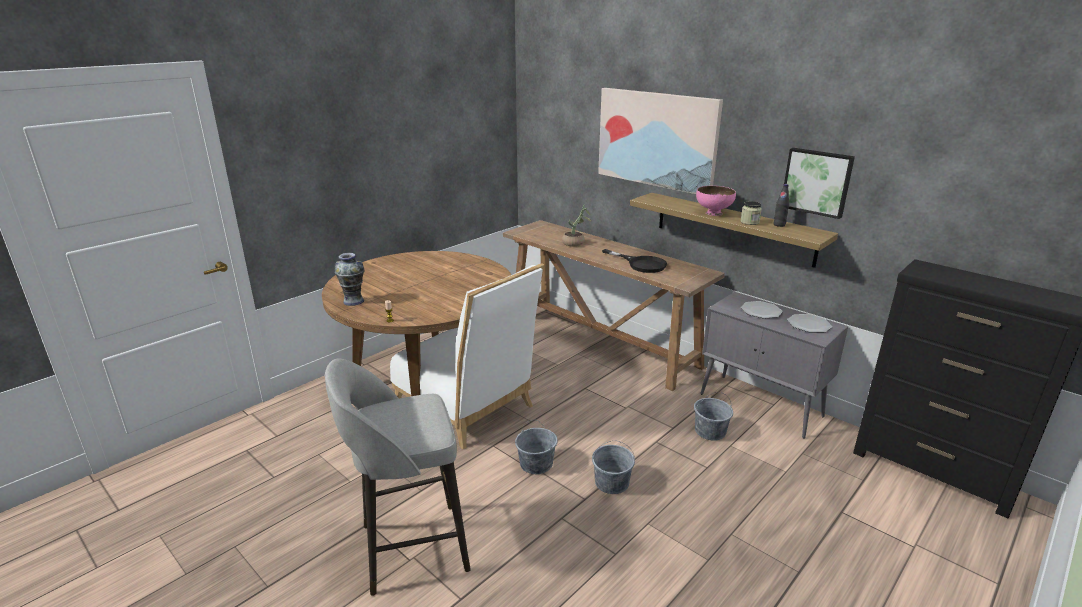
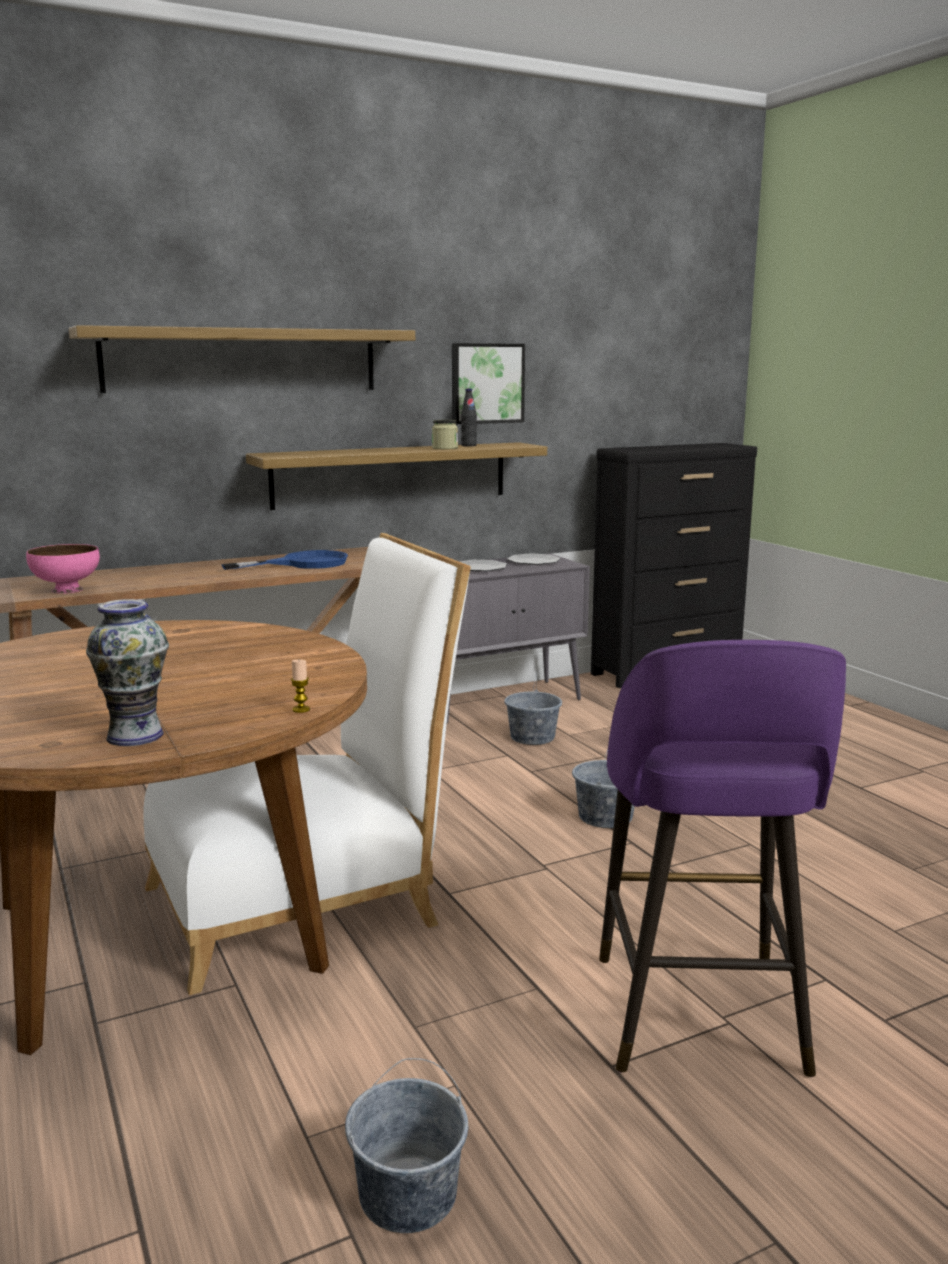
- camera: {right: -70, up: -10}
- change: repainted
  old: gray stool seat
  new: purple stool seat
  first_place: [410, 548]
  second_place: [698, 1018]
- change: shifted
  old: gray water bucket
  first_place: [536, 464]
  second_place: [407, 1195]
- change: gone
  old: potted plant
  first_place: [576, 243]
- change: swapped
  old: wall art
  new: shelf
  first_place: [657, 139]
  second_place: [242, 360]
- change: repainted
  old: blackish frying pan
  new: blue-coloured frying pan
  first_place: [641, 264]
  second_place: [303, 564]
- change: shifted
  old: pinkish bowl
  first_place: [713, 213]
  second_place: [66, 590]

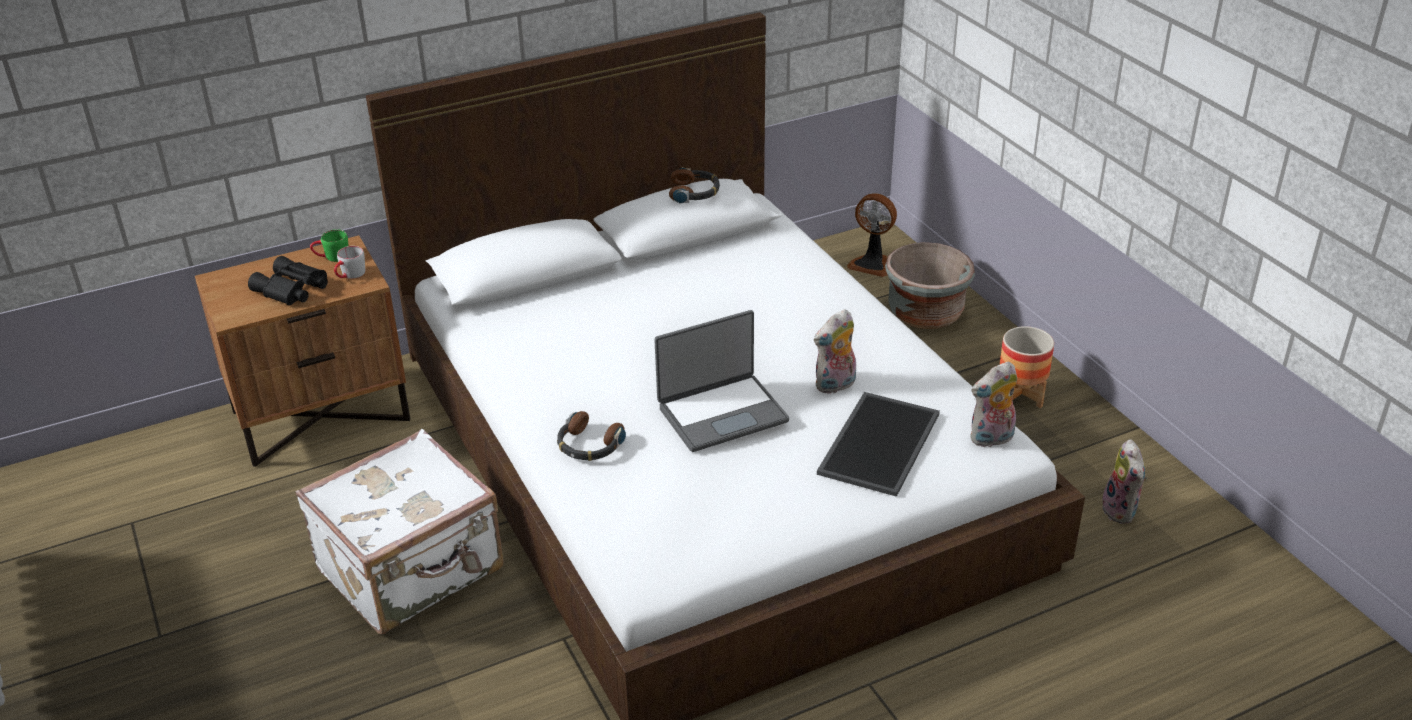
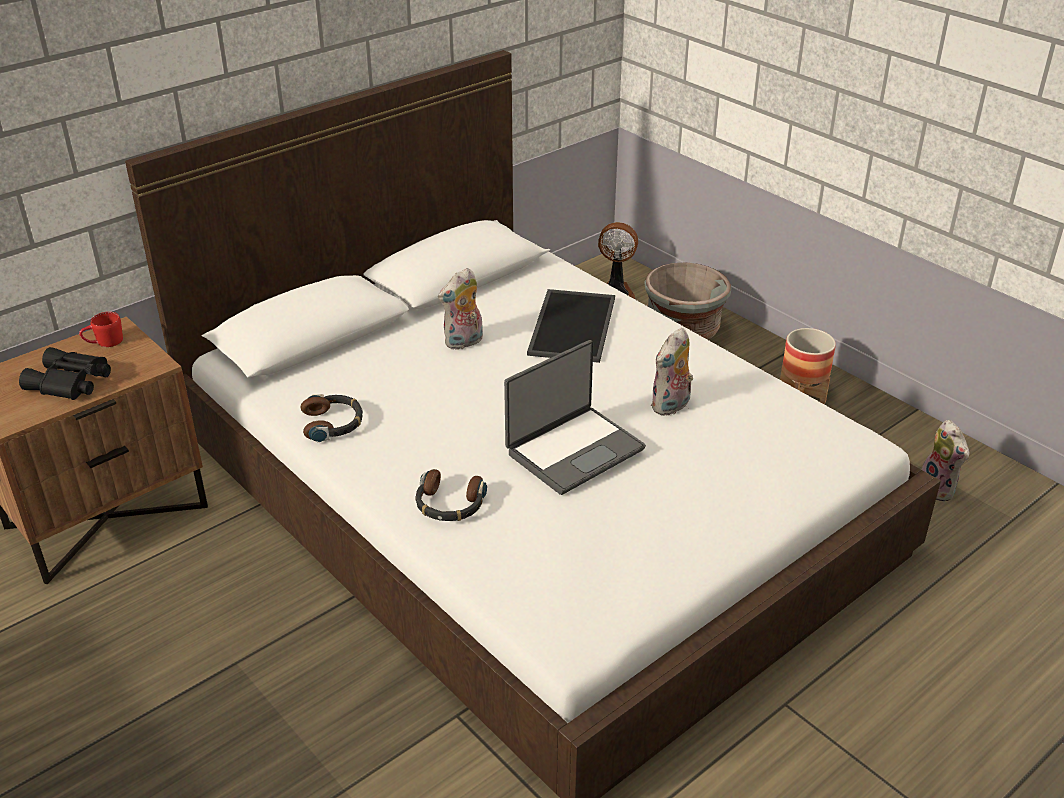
- camera: {right: -15, up: 0}
- change: gone
  old: white piece of luggage
  first_place: [413, 570]
- change: repainted
  old: greenish tea mug
  new: red tea mug
  first_place: [332, 257]
  second_place: [104, 342]
- change: gone
  old: gray tea mug
  first_place: [350, 275]
- change: shifted
  old: pair of headphones
  first_place: [694, 192]
  second_place: [333, 423]
- change: shifted
  old: tray
  first_place: [877, 442]
  second_place: [570, 325]
- change: shifted
  old: plush toy
  first_place: [991, 439]
  second_place: [464, 342]

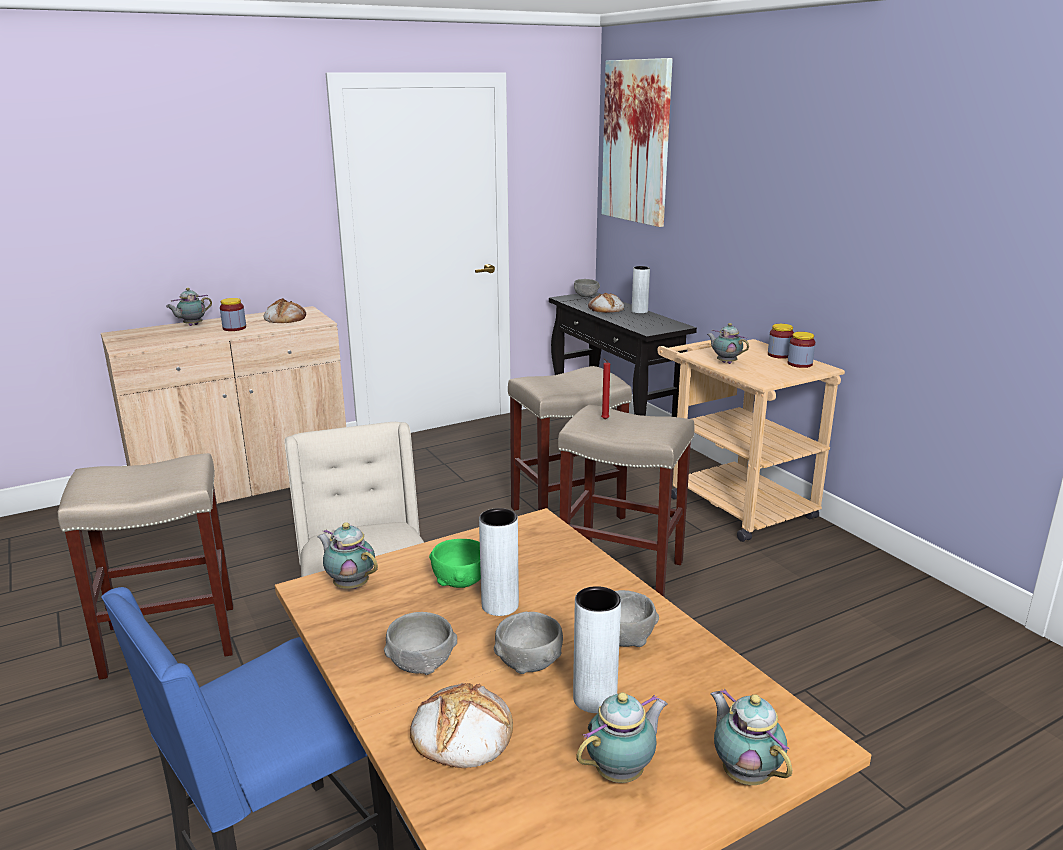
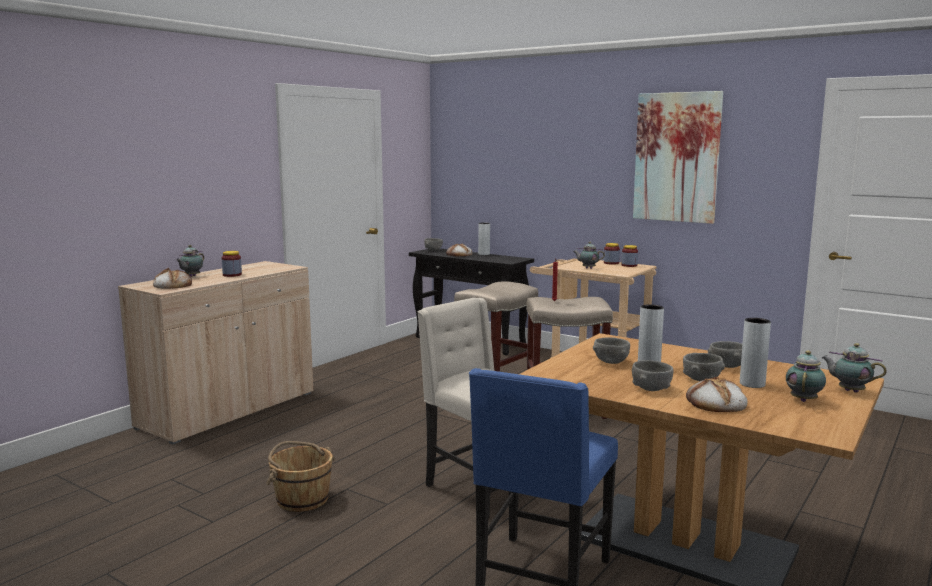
- camera: {right: -25, up: -10}
- change: swapped
  old: sand-coloured stool seat
  new: brownish water bucket
  first_place: [172, 639]
  second_place: [302, 499]
- change: shifted
  old: bakery bread
  first_place: [285, 318]
  second_place: [172, 285]
- change: gone
  old: pot for tea
  first_place: [350, 585]
- change: repainted
  old: greenish bowl
  new: gray bowl
  first_place: [460, 581]
  second_place: [610, 362]
- change: shifted
  old: wall art
  first_place: [636, 142]
  second_place: [676, 157]

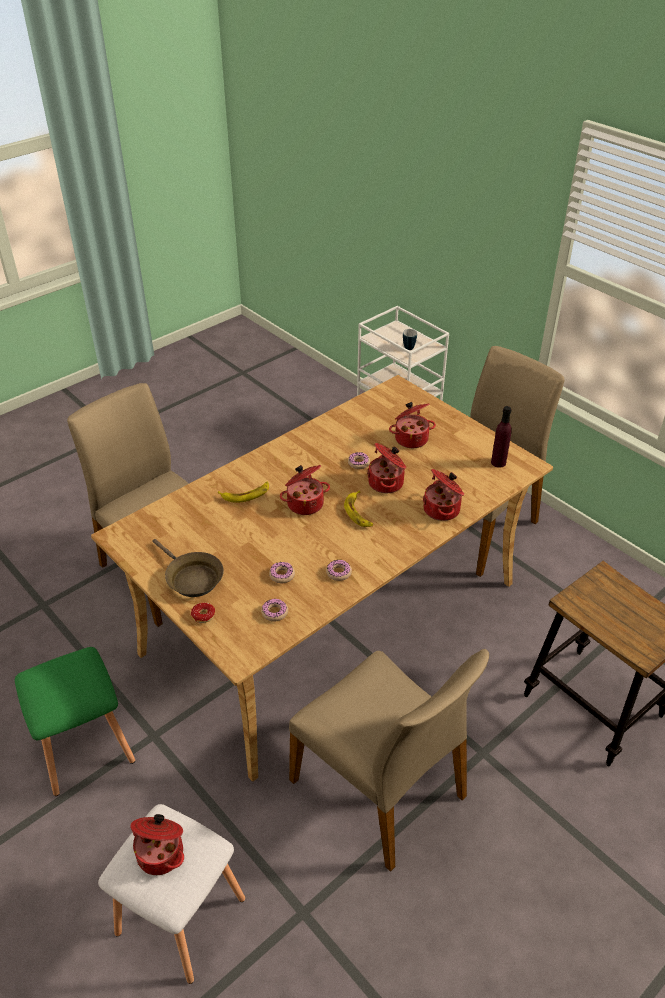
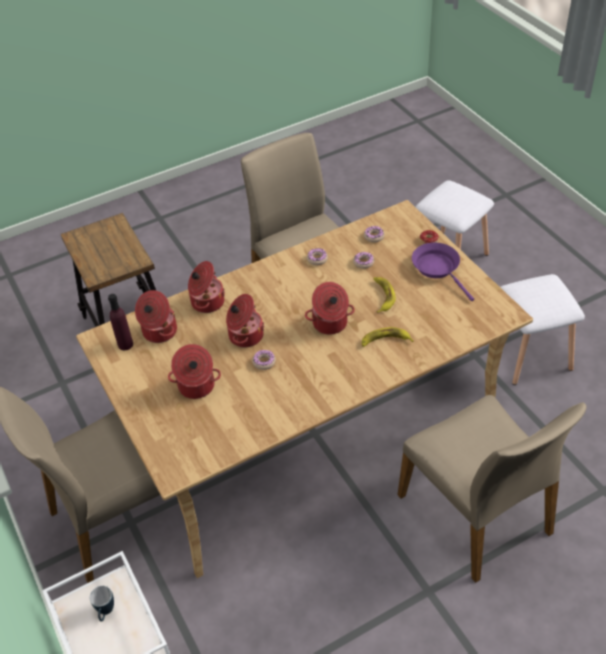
- camera: {right: -165, up: 5}
- change: repainted
  old: greenish stool seat
  new: white stool seat
  first_place: [83, 746]
  second_place: [530, 355]
- change: shifted
  old: saucepot
  first_place: [161, 852]
  second_place: [159, 332]
- change: repainted
  old: brownish frying pan
  new: purple frying pan
  first_place: [191, 578]
  second_place: [438, 268]
- change: shifted
  old: whole banana
  first_place: [358, 512]
  second_place: [382, 296]

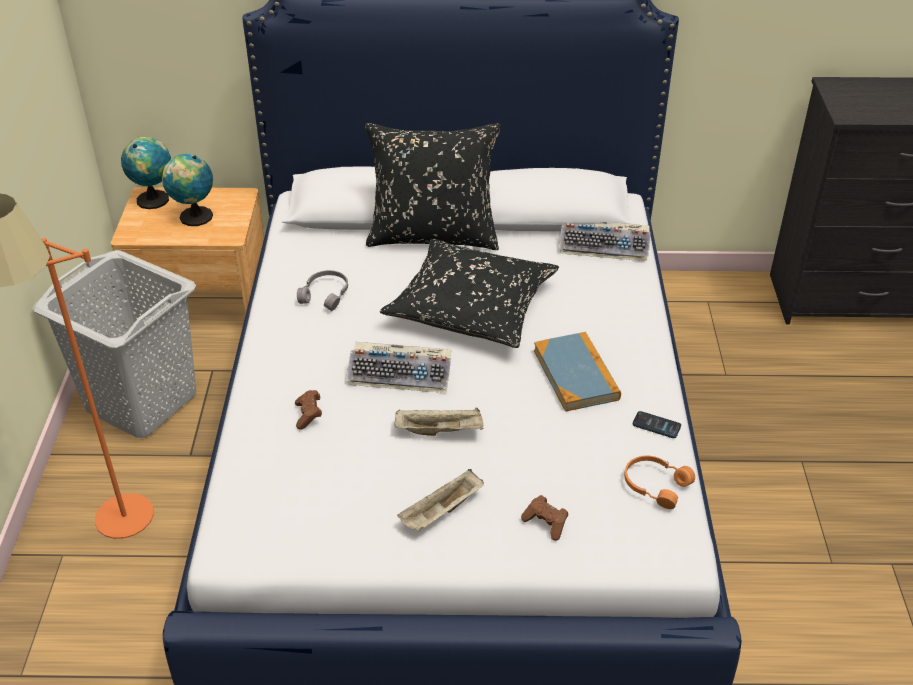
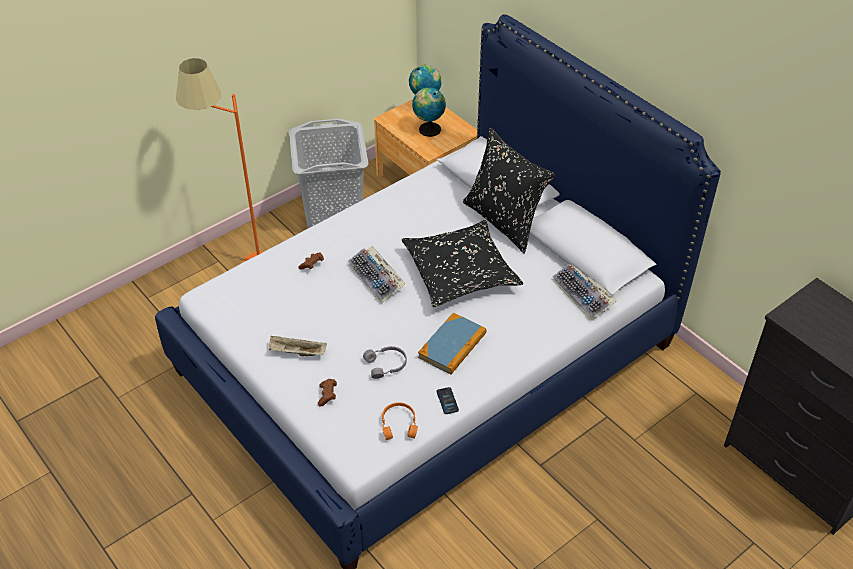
- camera: {right: 50, up: 5}
- change: shifted
  old: gray pair of headphones
  first_place: [326, 295]
  second_place: [386, 365]
- change: gone
  old: sand-coloured tray
  first_place: [440, 430]

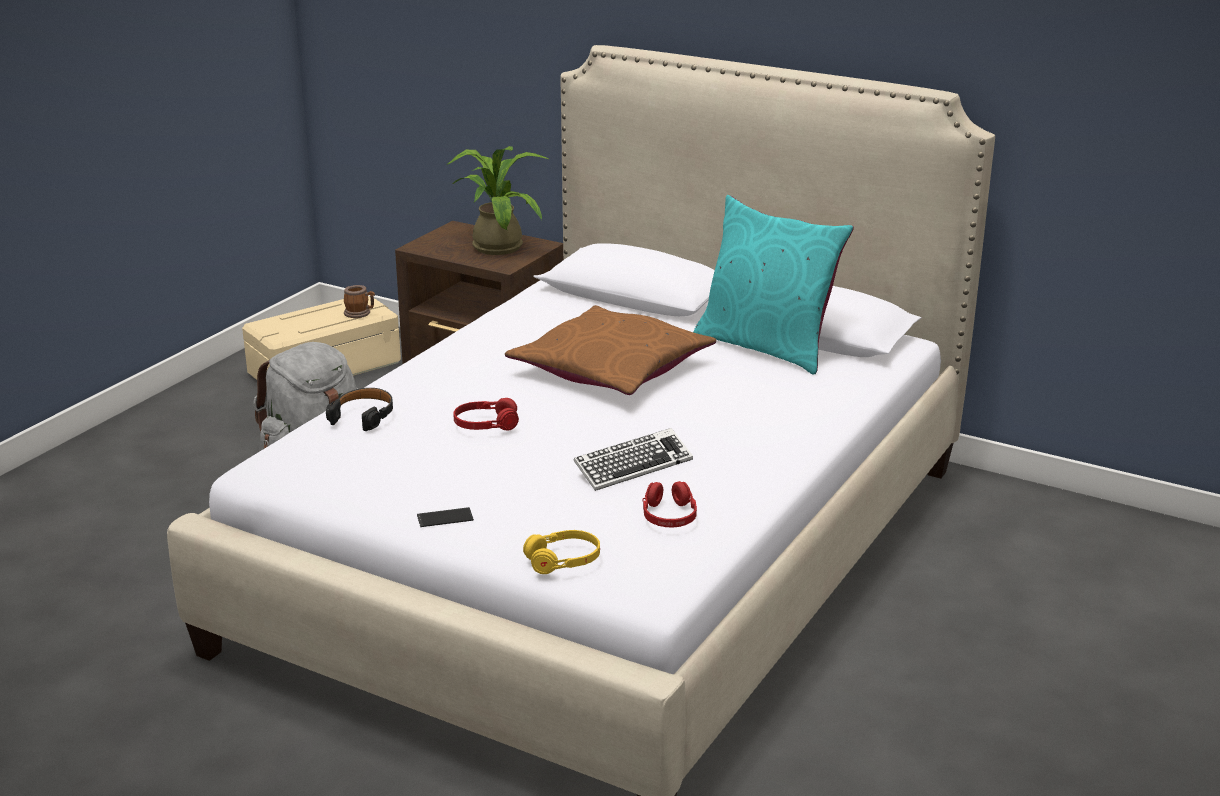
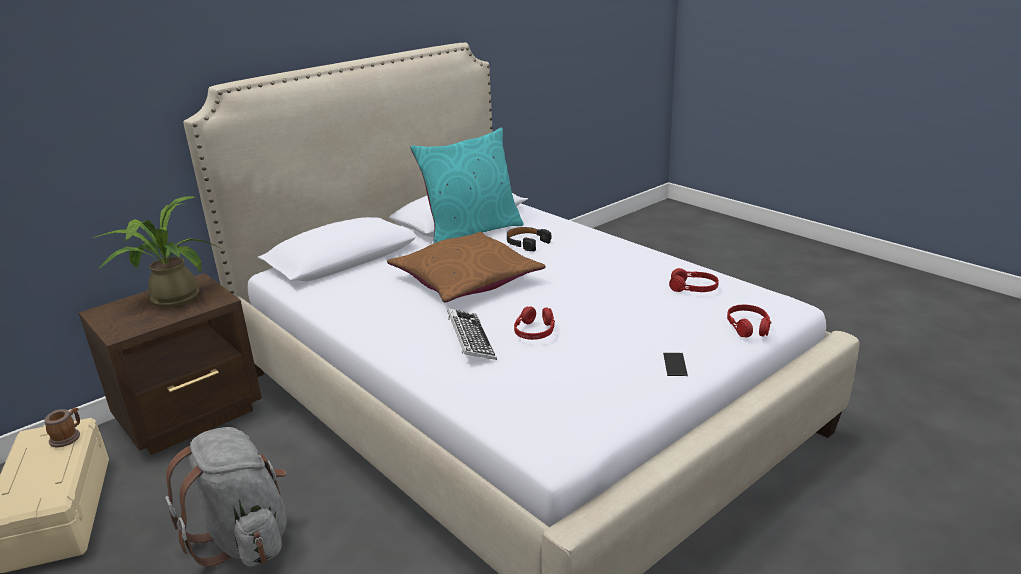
- camera: {right: -70, up: 0}
- change: shifted
  old: blackish pair of headphones
  first_place: [363, 415]
  second_place: [526, 243]
- change: repainted
  old: yellowish pair of headphones
  new: red pair of headphones
  first_place: [563, 561]
  second_place: [748, 327]
- change: shifted
  old: keyboard
  first_place: [633, 466]
  second_place: [470, 339]

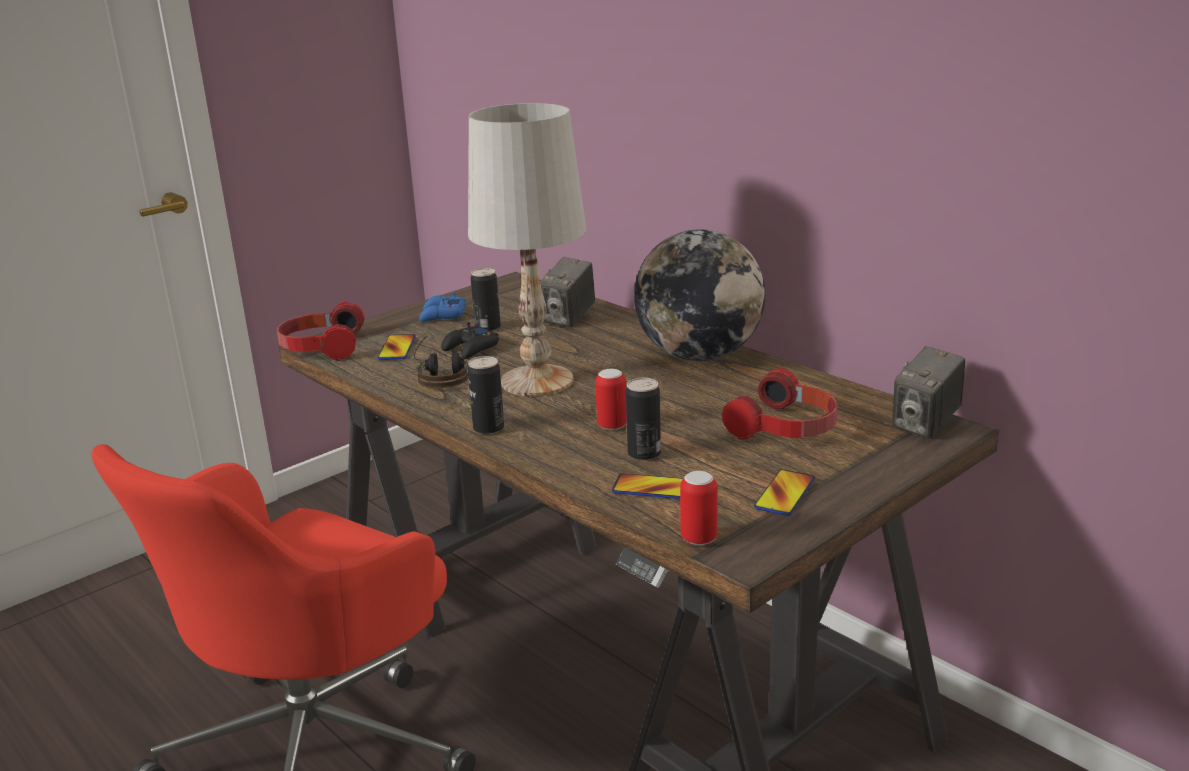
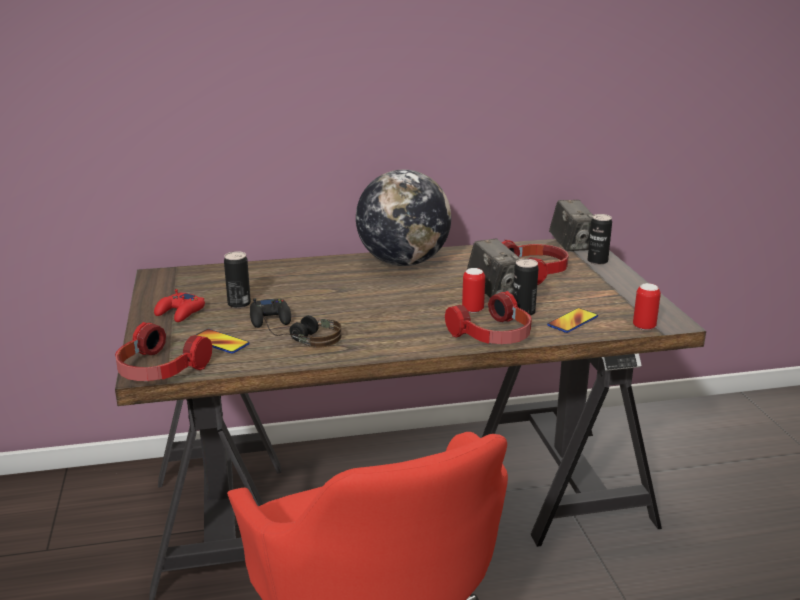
- camera: {right: -60, up: 0}
- change: repainted
  old: blue-coloured gamepad
  new: red gamepad
  first_place: [442, 315]
  second_place: [180, 312]
- change: gone
  old: white tabletop lamp
  first_place: [536, 381]
- change: shifted
  old: can
  first_place: [488, 428]
  second_place: [597, 261]
- change: shifted
  old: photo camera
  first_place: [569, 319]
  second_place: [492, 291]
- change: gone
  old: phone
  first_place: [785, 494]
- change: new
  new: pair of headphones
  second_place: [493, 336]

